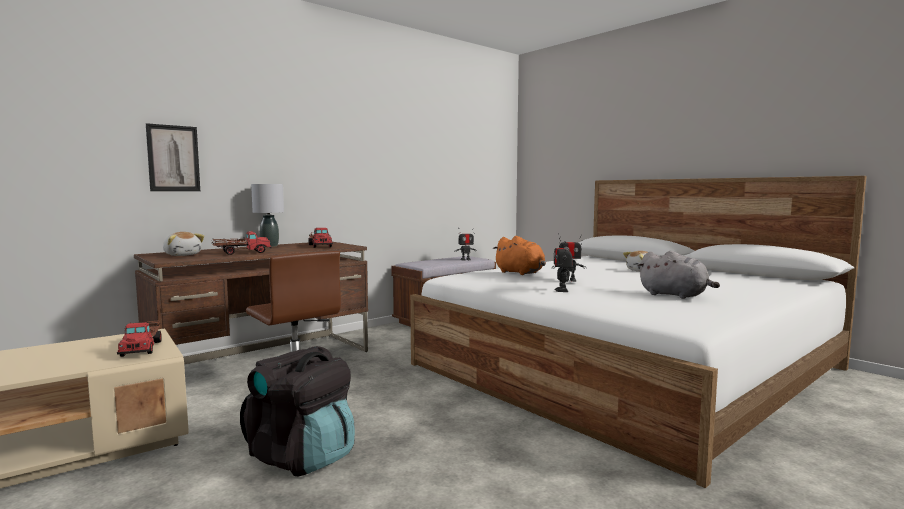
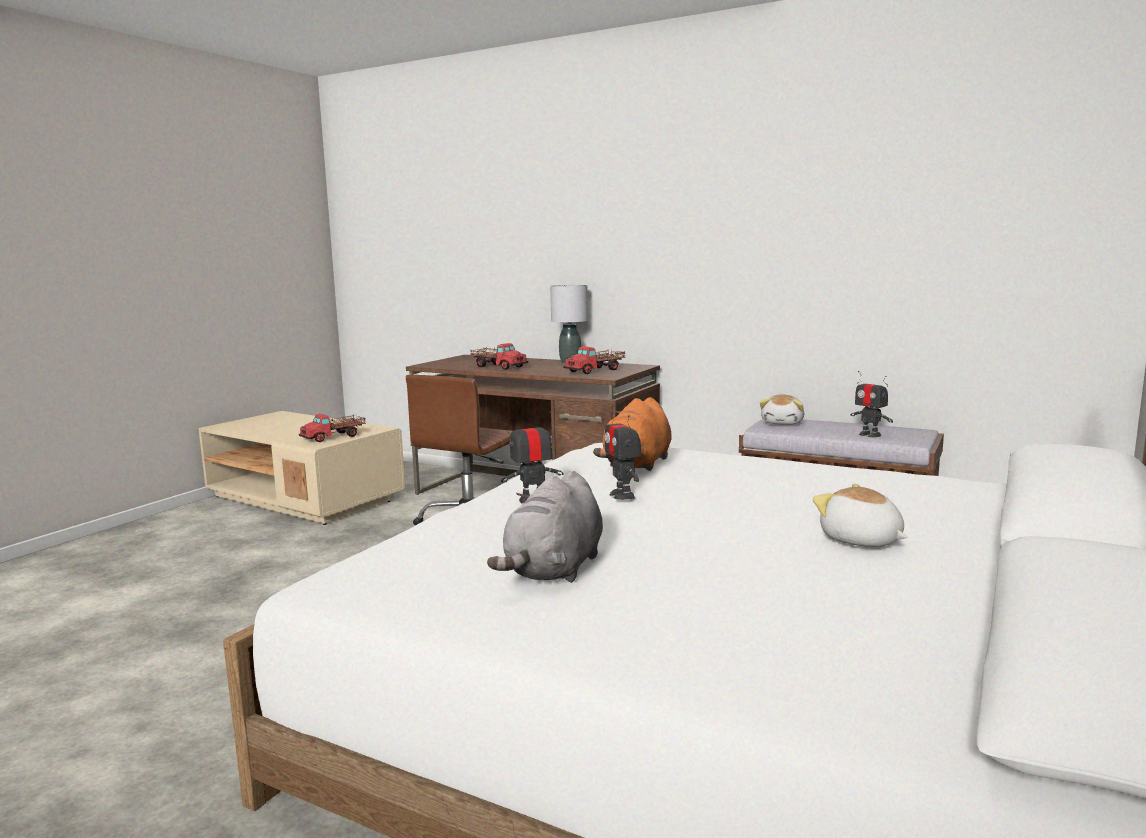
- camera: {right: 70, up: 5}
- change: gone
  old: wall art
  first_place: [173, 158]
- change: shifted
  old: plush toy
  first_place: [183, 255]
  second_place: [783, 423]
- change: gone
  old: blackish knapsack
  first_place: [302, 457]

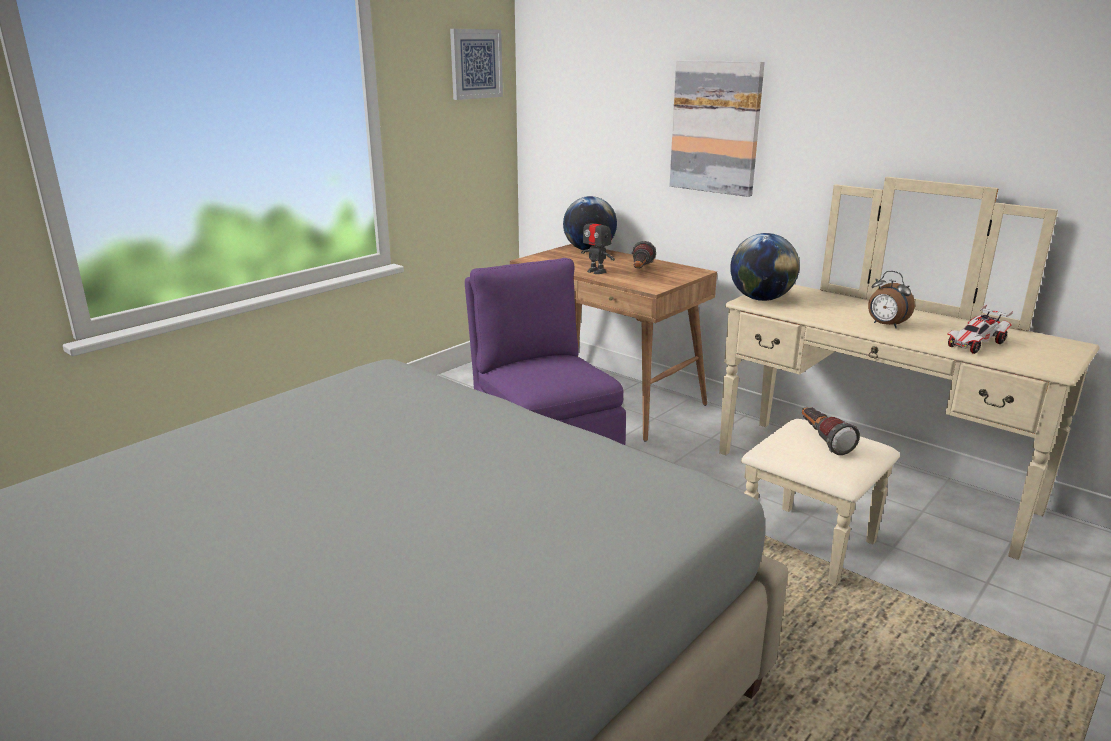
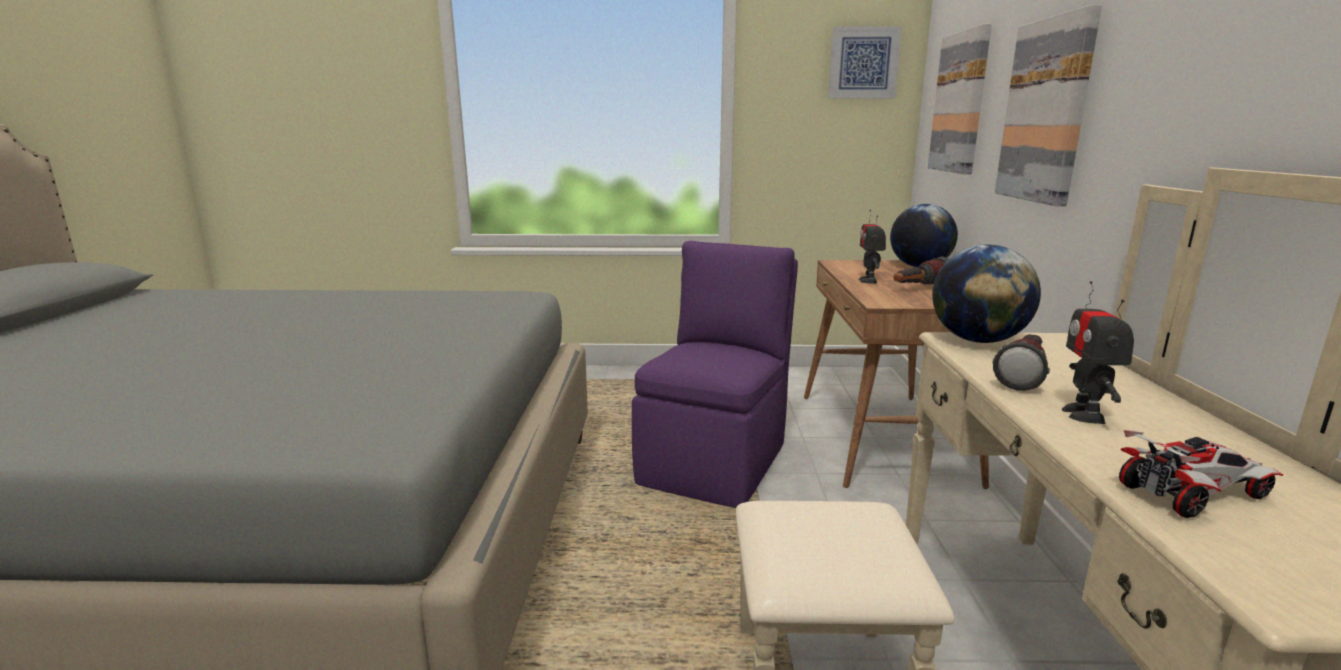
- camera: {right: 50, up: -5}
- change: shifted
  old: flashlight
  first_place: [823, 440]
  second_place: [1022, 376]
- change: swapped
  old: alarm clock
  new: robot figure
  first_place: [885, 325]
  second_place: [1084, 414]
- change: rotated
  old: miniature car
  first_place: [975, 345]
  second_place: [1193, 493]
  degrees: 150
- change: new
  new: wall art
  second_place: [960, 103]

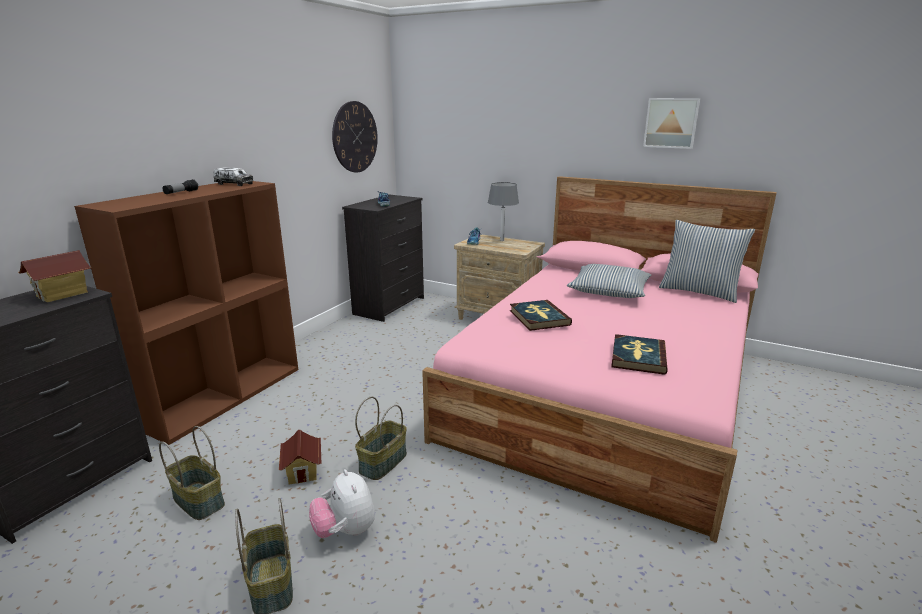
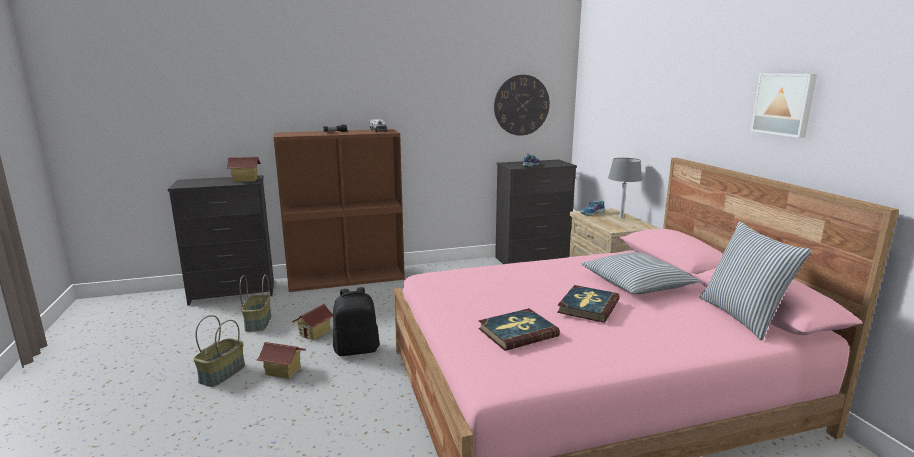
- camera: {right: 45, up: -5}
- change: swapped
  old: plush toy
  new: toy house
  first_place: [345, 531]
  second_place: [283, 371]
- change: swapped
  old: household basket
  new: blackish knapsack
  first_place: [382, 462]
  second_place: [357, 349]
- change: shifted
  old: book
  first_place: [539, 318]
  second_place: [588, 306]

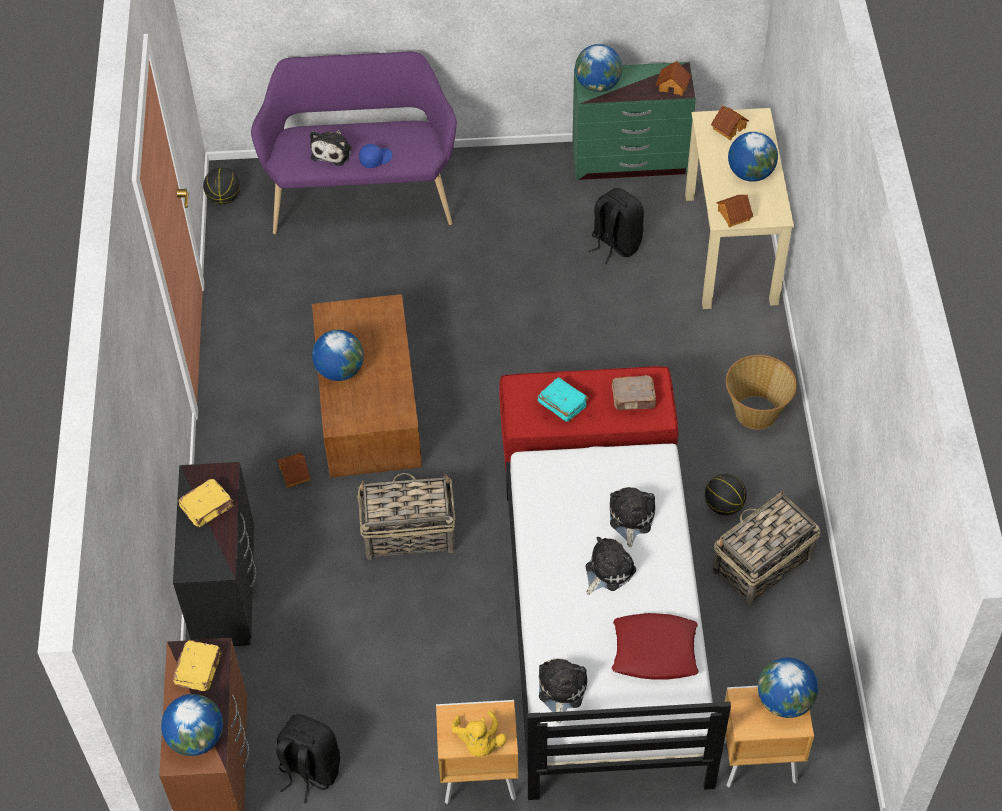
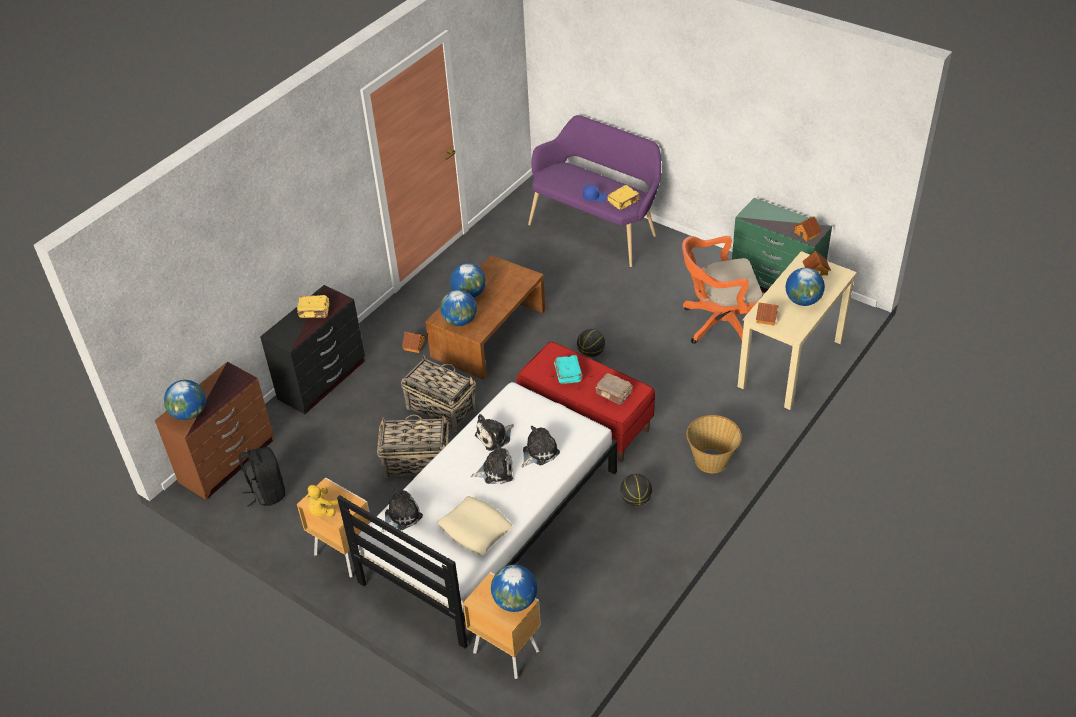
- camera: {right: 40, up: -10}
- change: shifted
  old: yellowish book
  first_place: [199, 669]
  second_place: [623, 202]
- change: shifted
  old: ball for basketball
  first_place: [224, 198]
  second_place: [591, 353]
- change: shifted
  old: plush toy
  first_place: [333, 151]
  second_place: [495, 437]
- change: shifted
  old: globe
  first_place: [597, 85]
  second_place: [460, 321]
- change: swapped
  old: blackish knapsack
  new: orangey computer chair
  first_place: [615, 243]
  second_place: [719, 324]
- change: repainted
  old: red throw pillow
  new: sand-coloured throw pillow
  first_place: [654, 651]
  second_place: [475, 529]
- change: shifted
  old: household basket
  first_place: [761, 565]
  second_place: [416, 462]

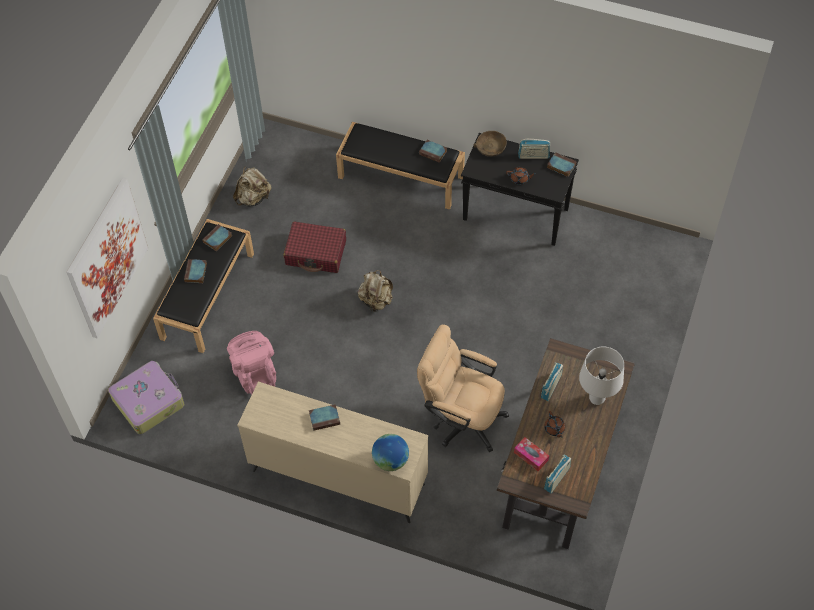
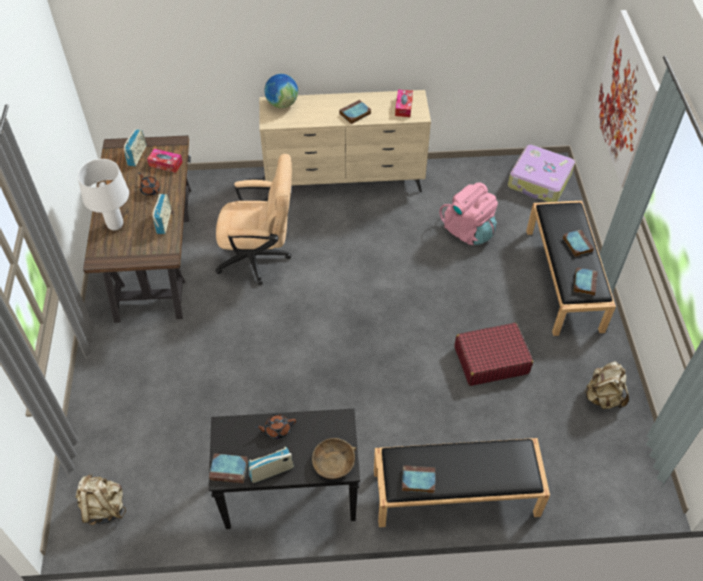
- camera: {right: 155, up: -5}
- change: shifted
  old: sand-coloured knapsack
  first_place: [376, 301]
  second_place: [104, 507]
- change: new
  new: tissue box
  second_place: [403, 107]

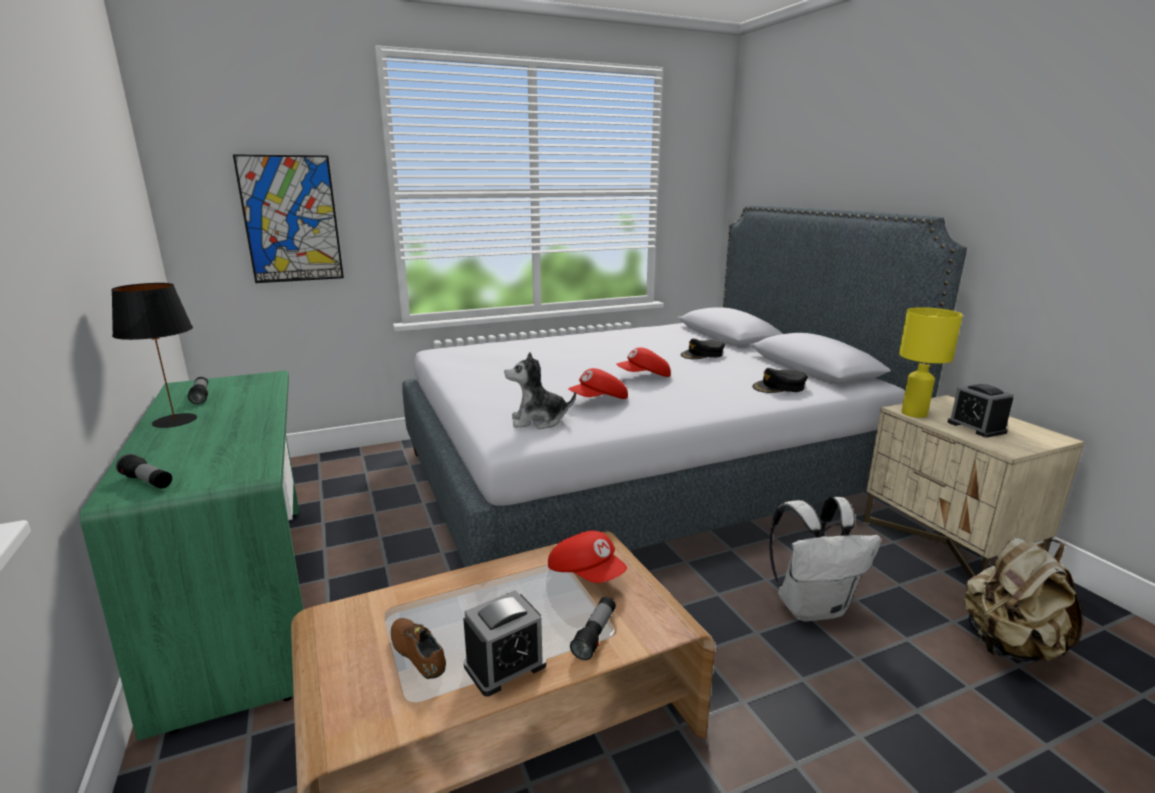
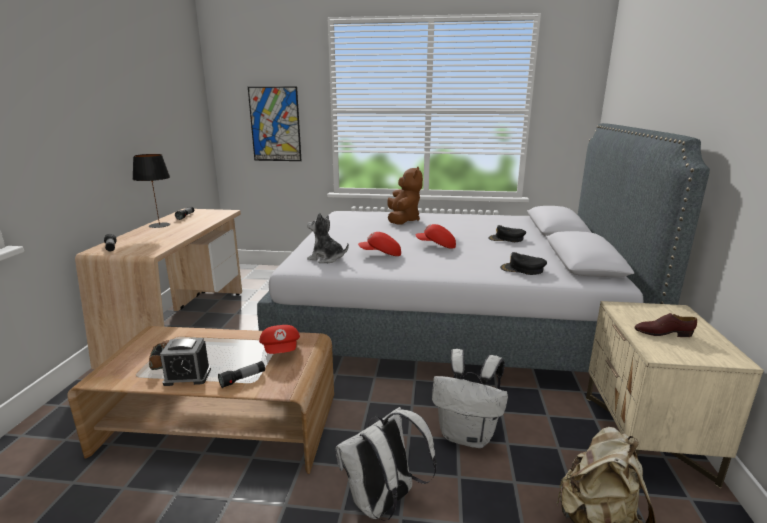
- camera: {right: 30, up: 0}
- change: repainted
  old: greenish desk unit
  new: sand-coloured desk unit
  first_place: [247, 596]
  second_place: [183, 325]
- change: gone
  old: yellowish tabletop lamp
  first_place: [915, 413]
- change: swapped
  old: alarm clock
  new: brownish low shoe
  first_place: [976, 427]
  second_place: [663, 333]
- change: new
  new: white knapsack
  second_place: [383, 503]
- change: new
  new: brownish plush toy
  second_place: [403, 220]

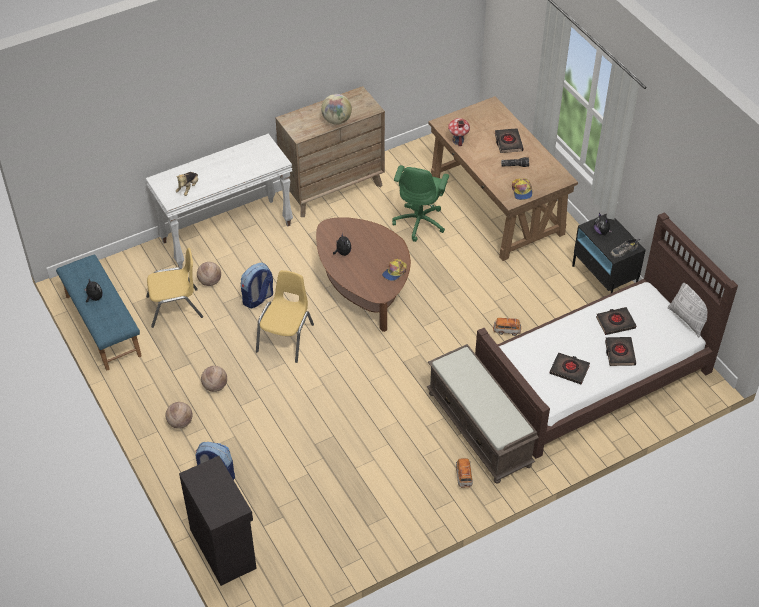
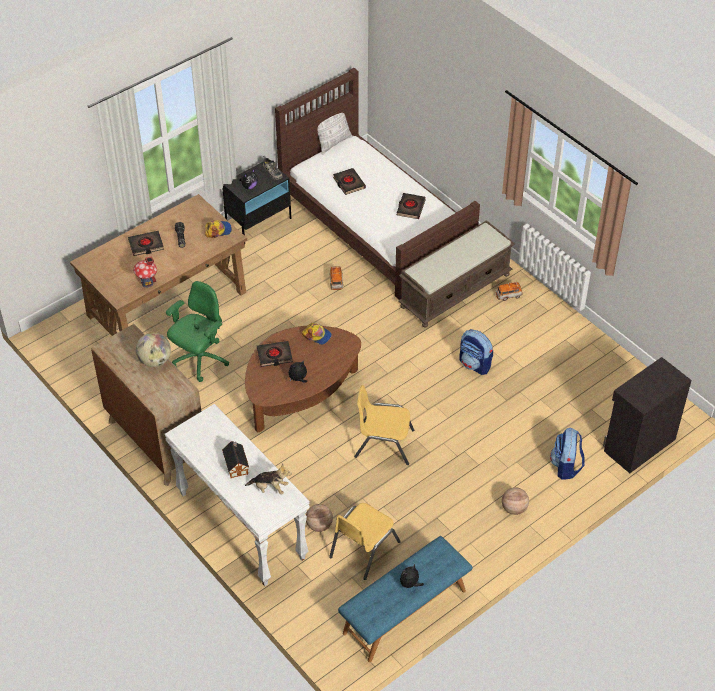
- camera: {right: -100, up: 0}
- change: rotated
  old: yellowish upright chair
  first_place: [175, 307]
  second_place: [363, 549]
  degrees: -120
- change: gone
  old: ball for basketball
  first_place: [215, 386]
- change: shifted
  old: knapsack
  first_place: [258, 299]
  second_place: [475, 364]
- change: rotated
  old: greenish computer chair
  first_place: [420, 222]
  second_place: [200, 360]
  degrees: -60
- change: shifted
  old: blackish book
  first_place: [619, 353]
  second_place: [274, 356]
- change: new
  new: toy house
  second_place: [236, 464]

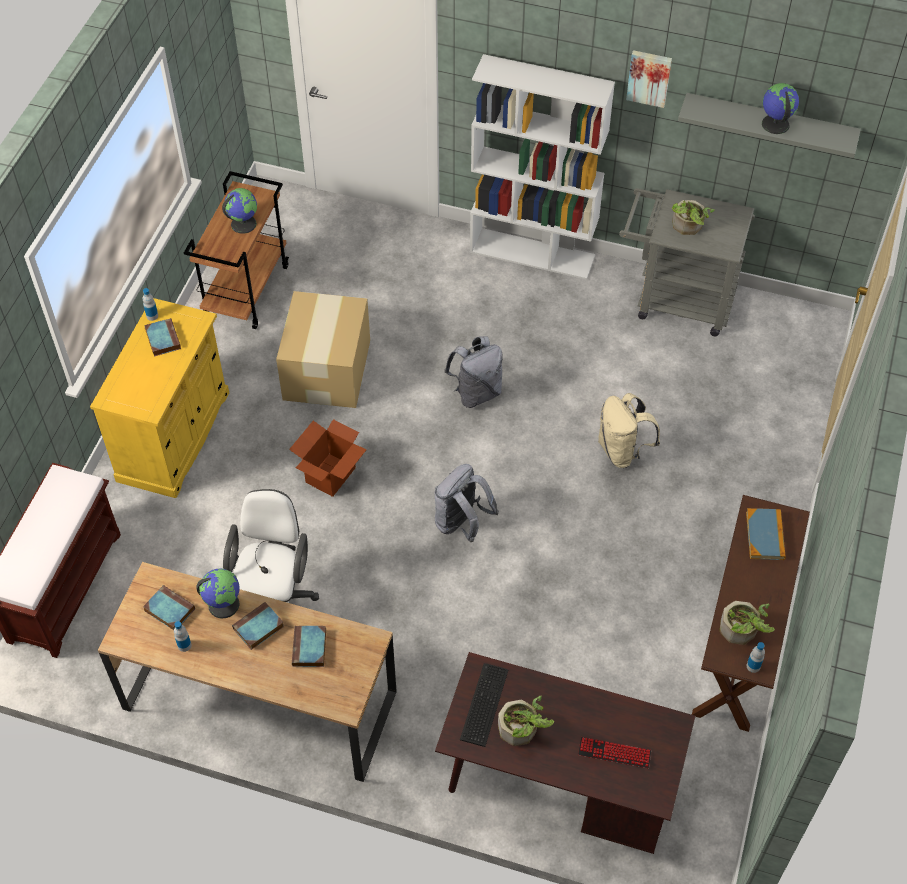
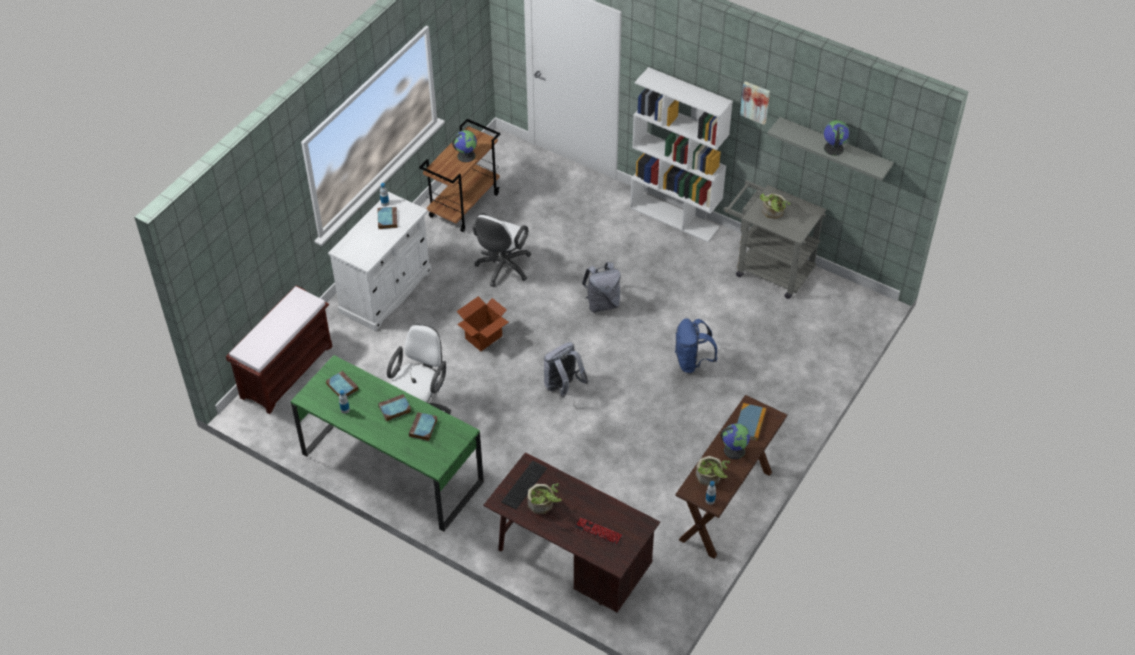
- camera: {right: 15, up: -5}
- change: repainted
  old: yellowish cabinet
  new: white cabinet
  first_place: [174, 436]
  second_place: [386, 291]
- change: repainted
  old: brownish desk unit
  new: greenish desk unit
  first_place: [260, 700]
  second_place: [392, 468]
- change: shifted
  old: globe
  first_place: [223, 604]
  second_place: [734, 450]
- change: swapped
  old: packing box
  new: white computer chair
  first_place: [326, 371]
  second_place: [502, 269]
- change: repainted
  old: sand-coloured knapsack
  new: blue-coloured knapsack
  first_place: [622, 451]
  second_place: [692, 362]

